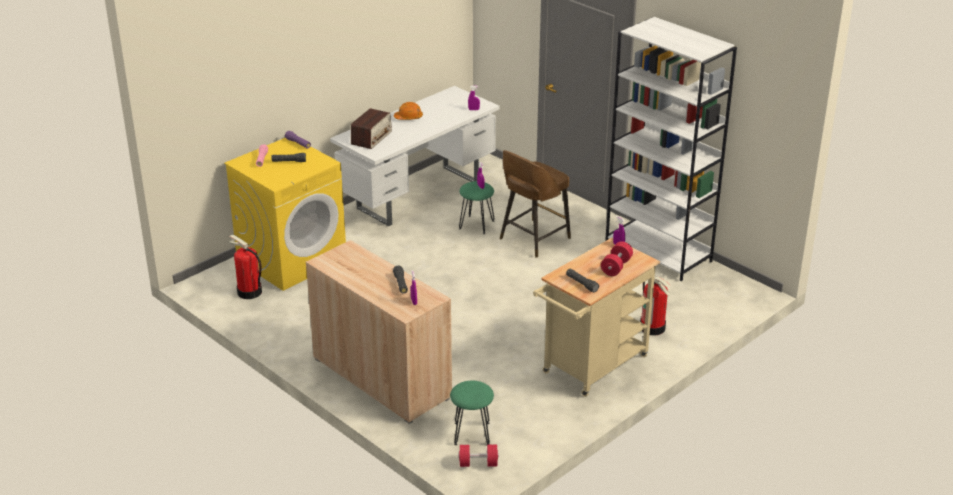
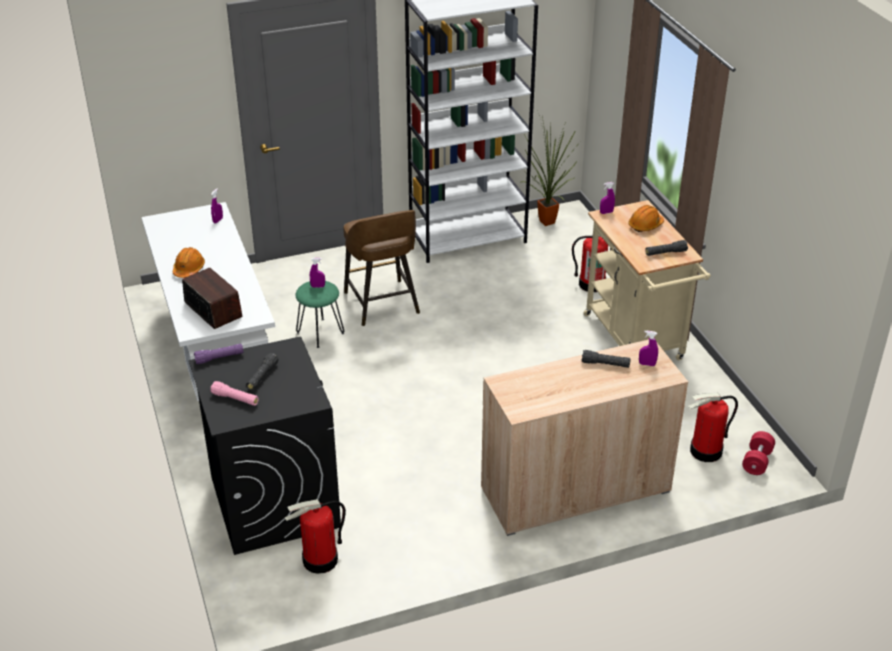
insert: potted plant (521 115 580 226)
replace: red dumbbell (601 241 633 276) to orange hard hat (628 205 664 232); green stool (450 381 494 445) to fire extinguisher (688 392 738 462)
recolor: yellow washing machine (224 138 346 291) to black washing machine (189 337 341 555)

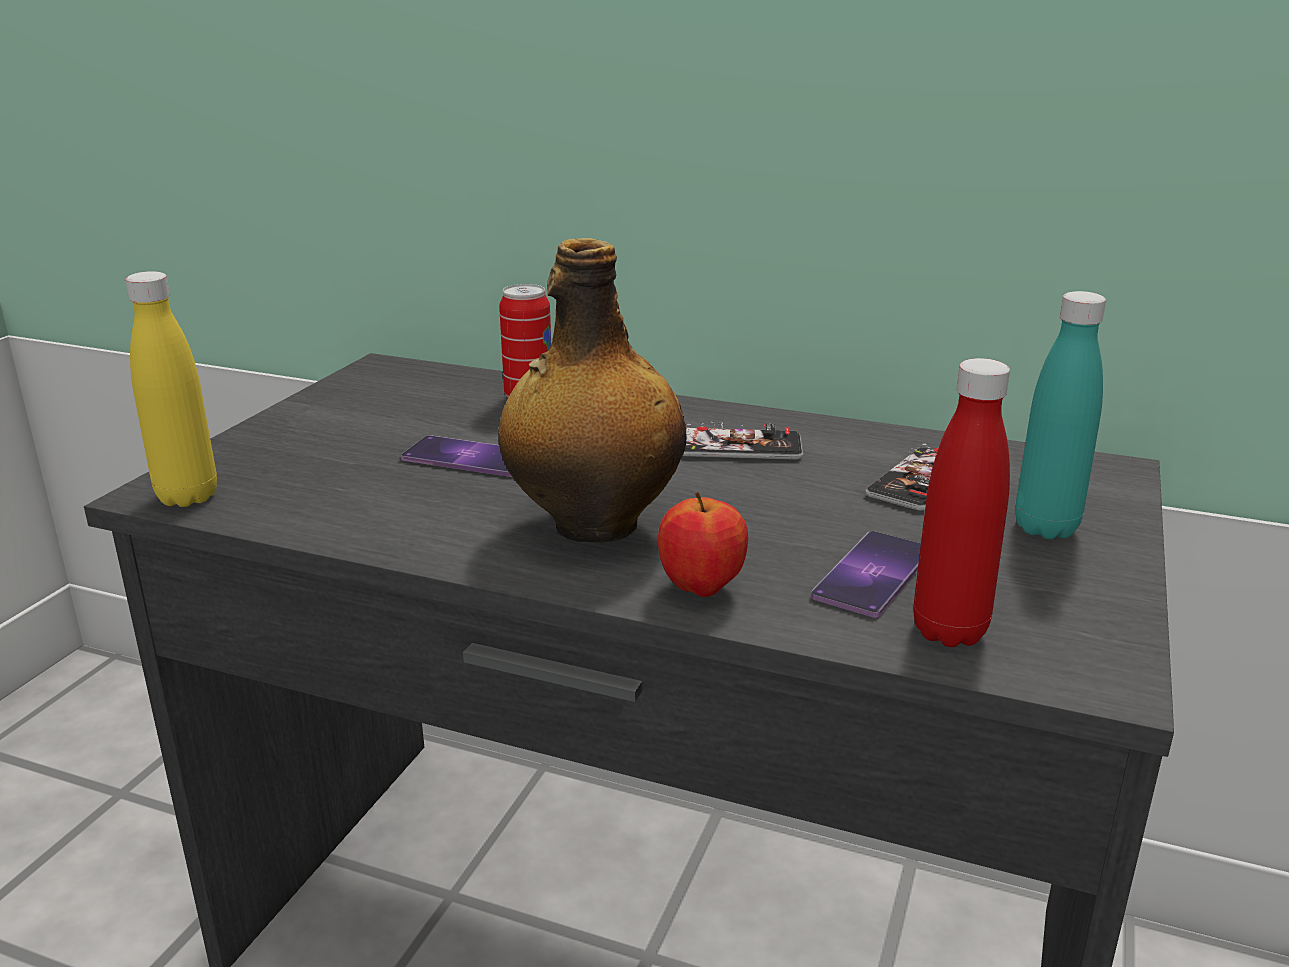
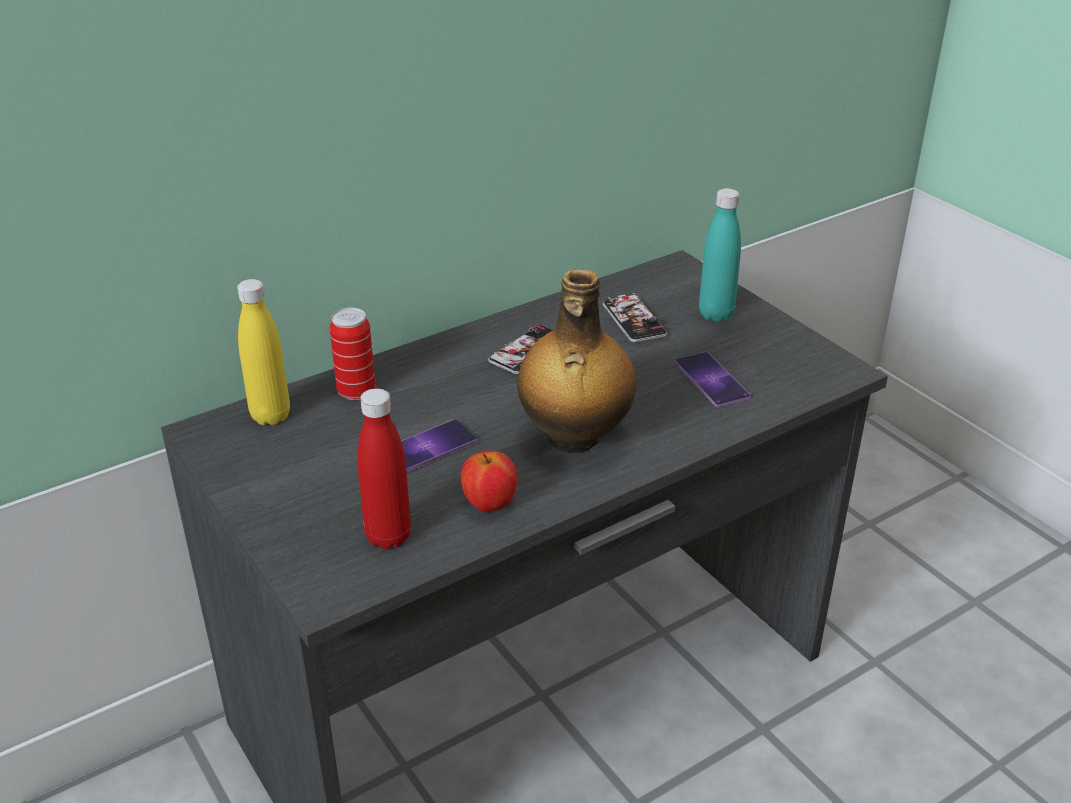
move: yellow bottle (125 271 217 507) to (237 279 290 425); red bottle (913 358 1010 647) to (357 388 411 549); apple (658 492 748 597) to (461 450 517 513)

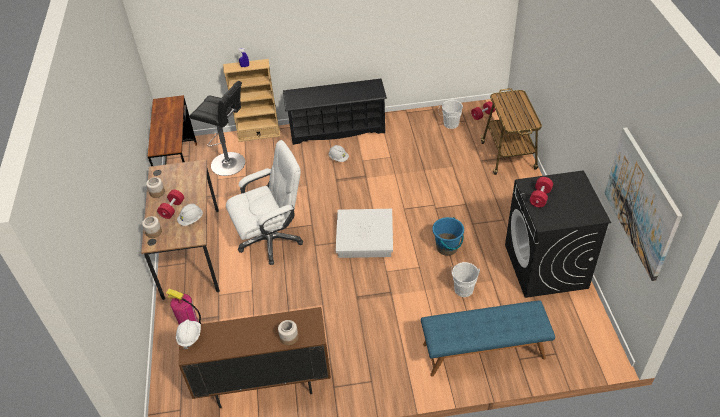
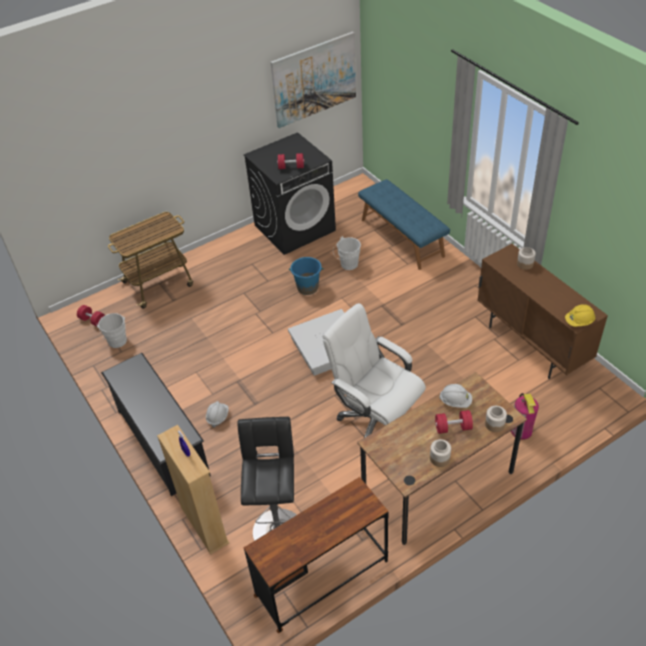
recolor: white hard hat (176 319 201 349) to yellow hard hat (565 305 595 327)

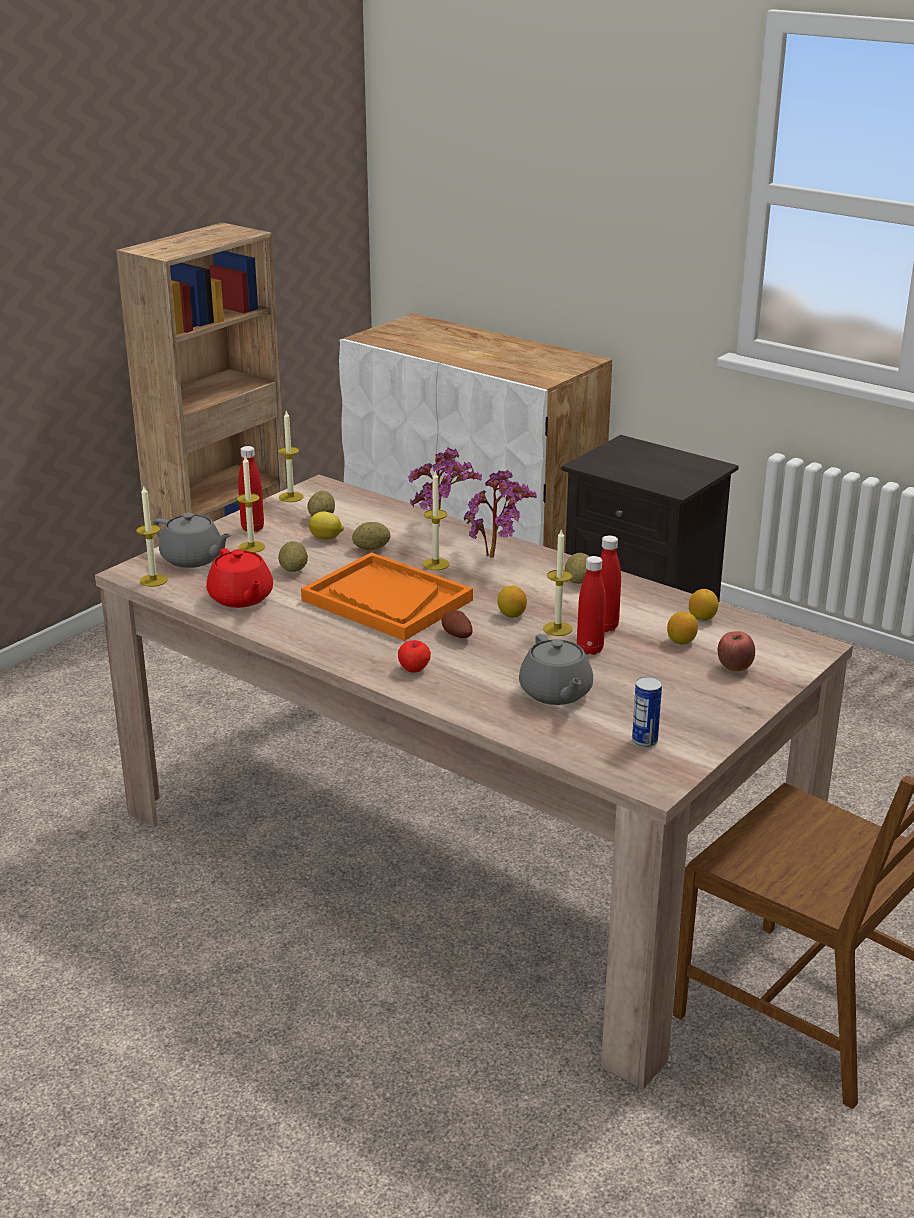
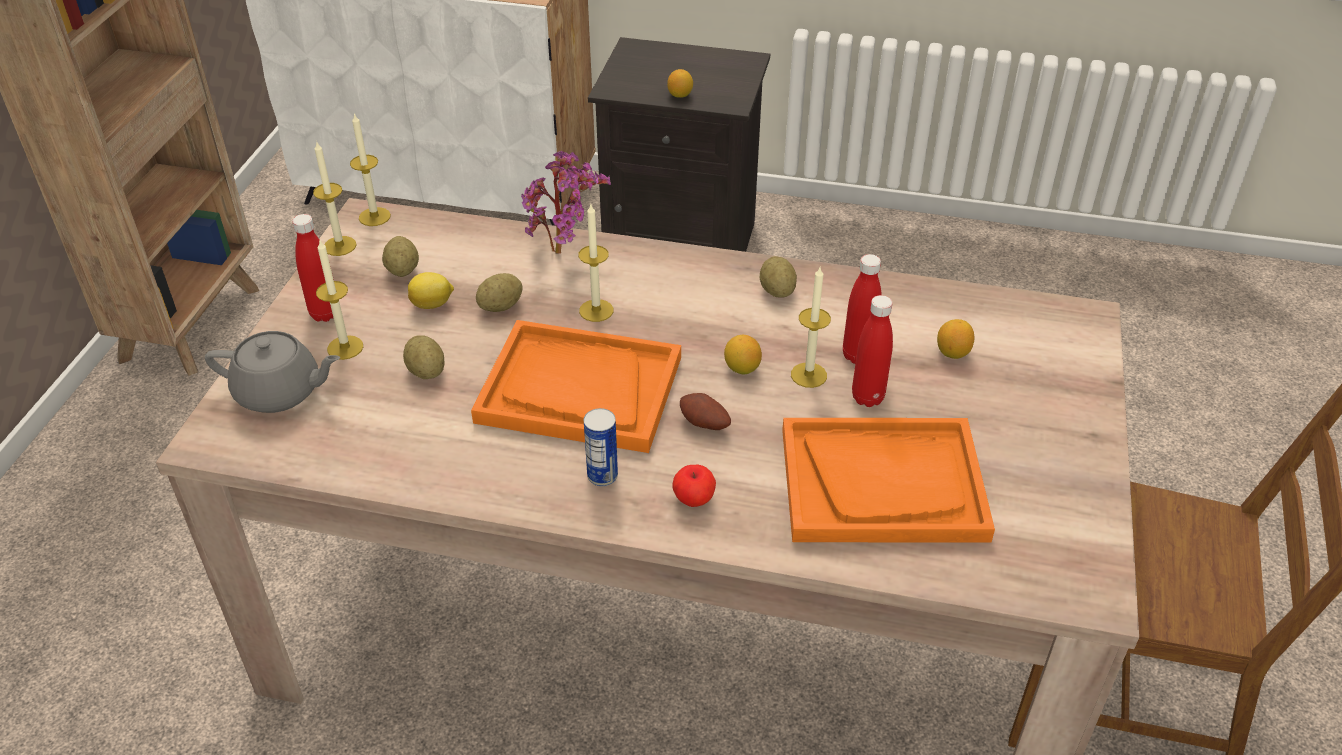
delete: red teapot (206 548 273 608); potted plant (464 470 537 557); apple (718 631 755 671)
move: candle (136 486 168 587) to (350 113 391 226); can (632 677 662 747) to (584 408 618 486); lemon (689 589 719 621) to (667 69 693 98)
replace: grey teapot (519 634 593 705) to orange tray (782 418 995 543)

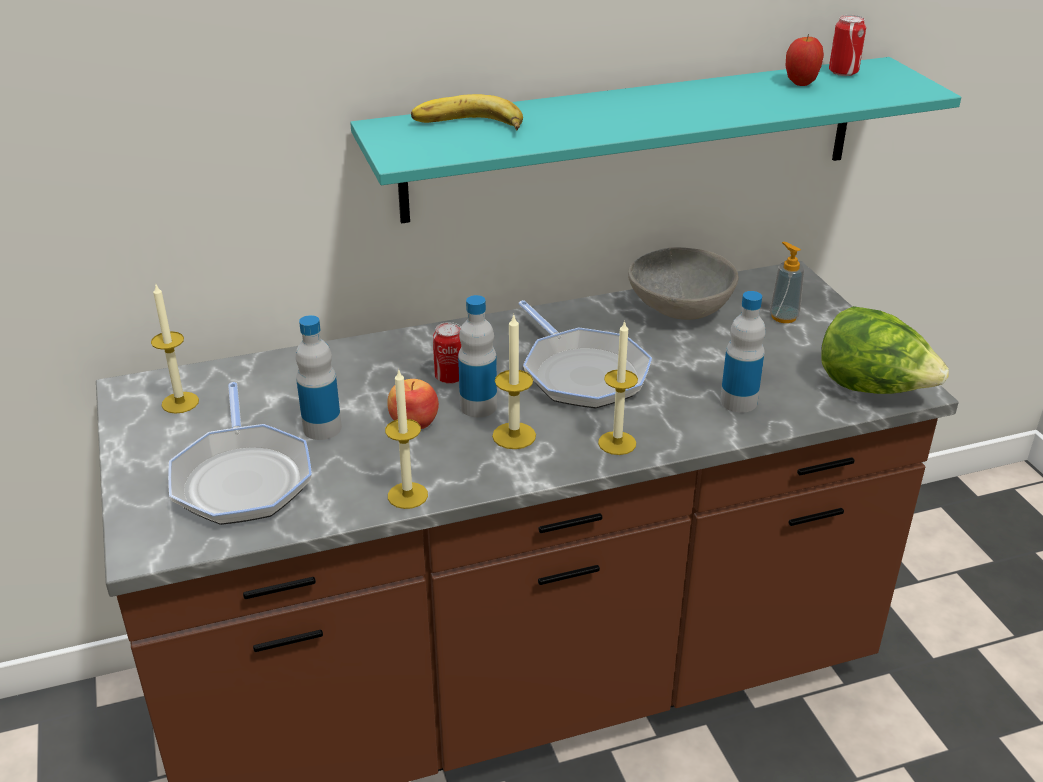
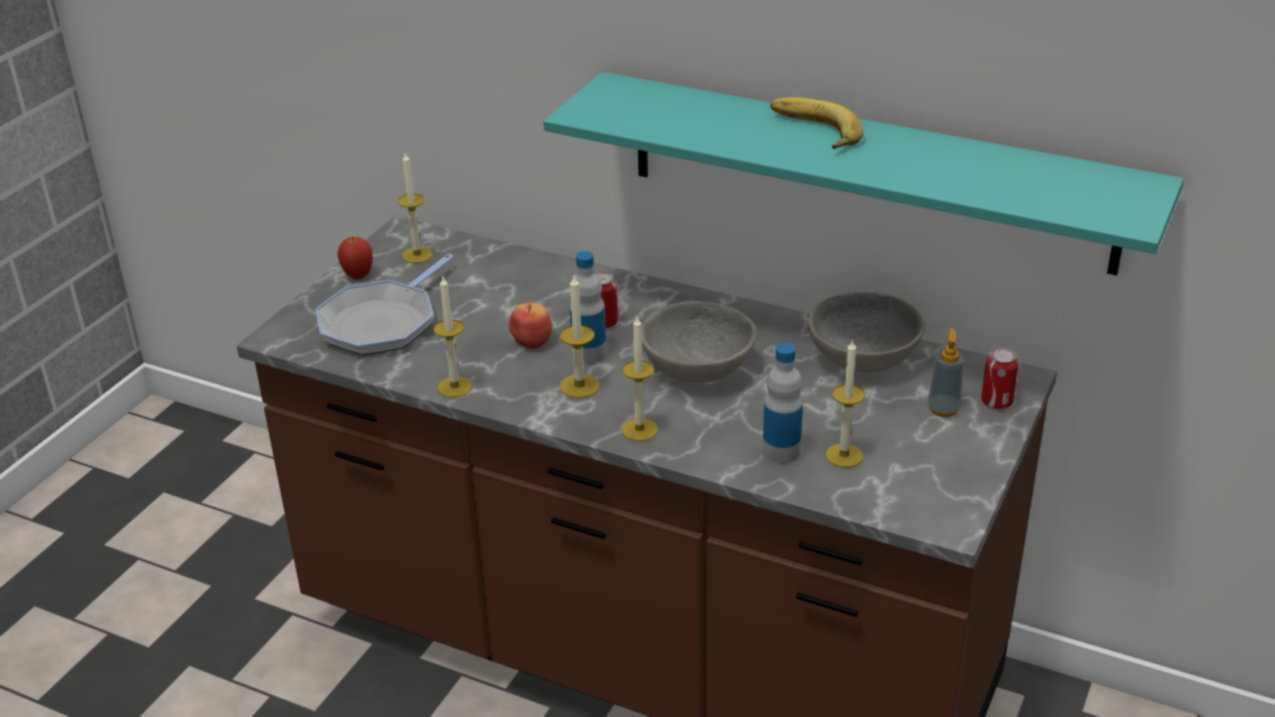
delete: bottle (295 315 342 440); lettuce (821 306 949 394)
insert: candle (825 339 865 468)
move: apple (785 34 824 86) to (337 236 373 279); banana (411 94 523 130) to (770 97 864 149); can (829 15 866 76) to (981 347 1019 409)
replace: frying pan (518 300 652 408) to grey bowl (641 301 756 383)

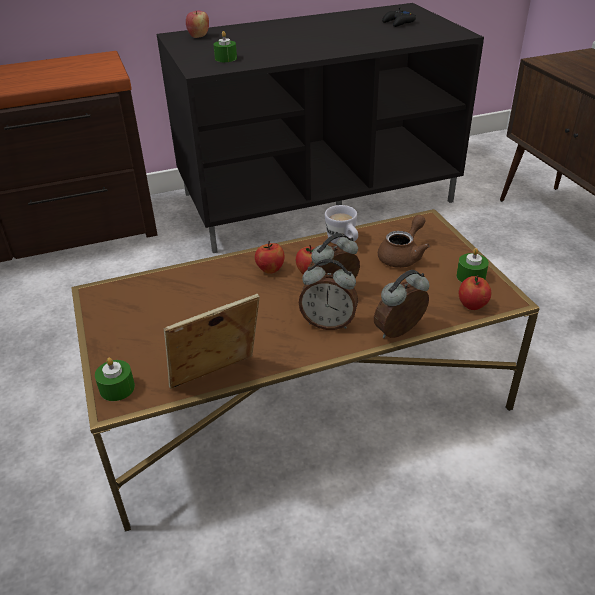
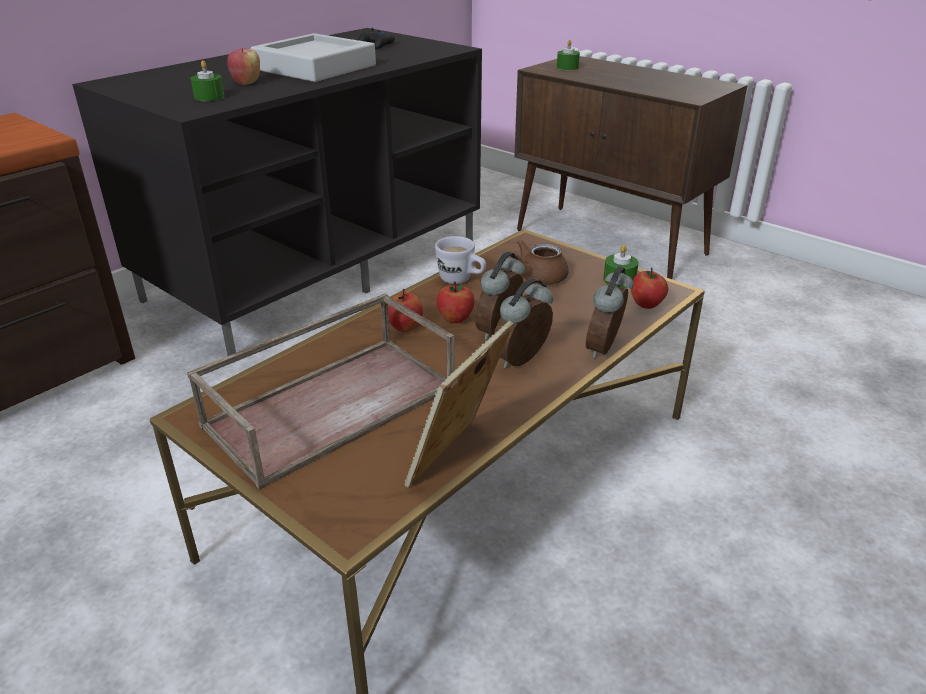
insert: brown tray (187 293 455 490); grey tray (251 33 376 82)
move: apple (186 11 209 38) to (227 48 260 85); green candle (95 358 135 401) to (557 40 580 70)
rotate: alarm clock (299 259 358 330) = (494 278 553 369) 150 degrees clockwise; brown teapot (378 215 430 268) = (508 240 569 284) 135 degrees counterclockwise

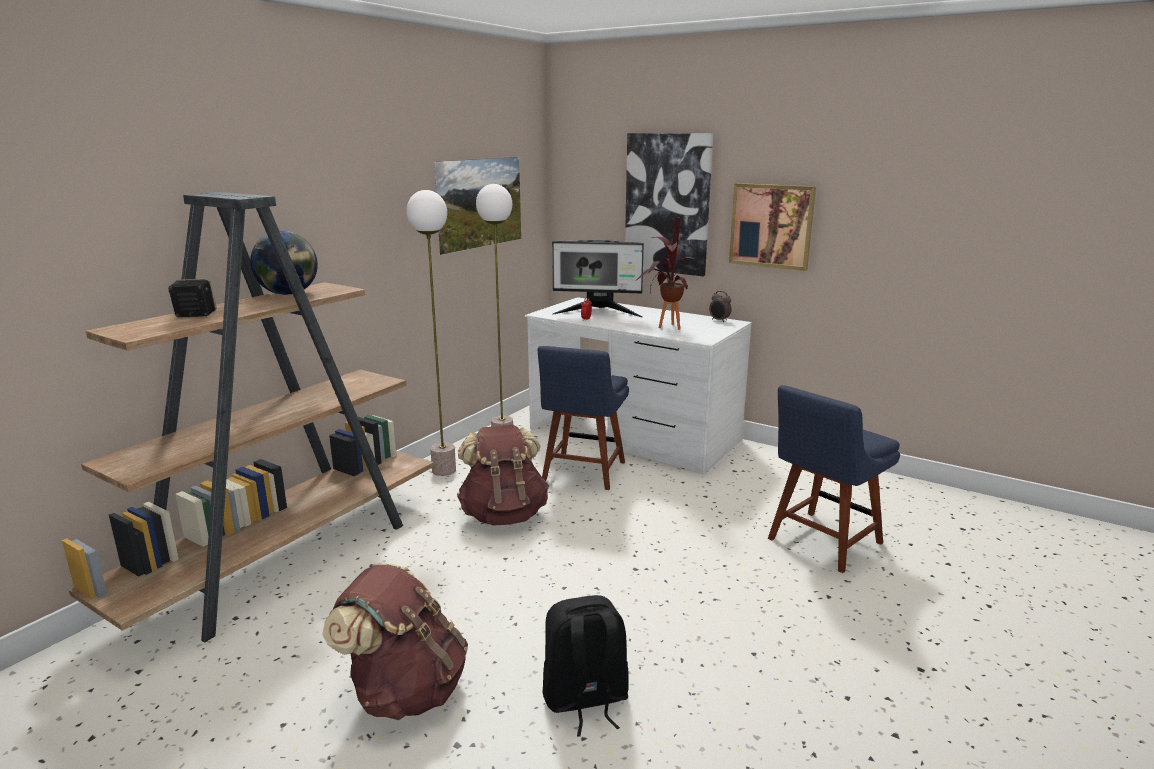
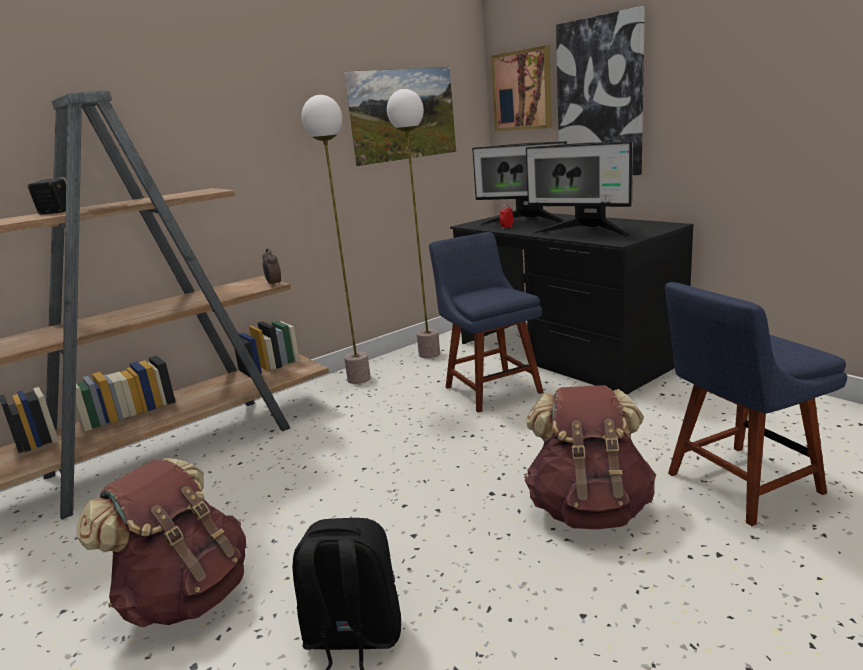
delete: globe (250 231 318 295)
move: alarm clock (709 291 732 322) to (262 248 281 287); picture (729 183 816 271) to (491 45 552 131); brown backpack (457 425 549 526) to (524 385 656 529)
replace: potted plant (635 217 695 330) to monitor (526 141 633 238)
recolor: white desk (525 297 752 474) to black desk (450 213 694 395)
rotate: blue chair (538 346 629 490) = (429 232 544 413) 120 degrees clockwise

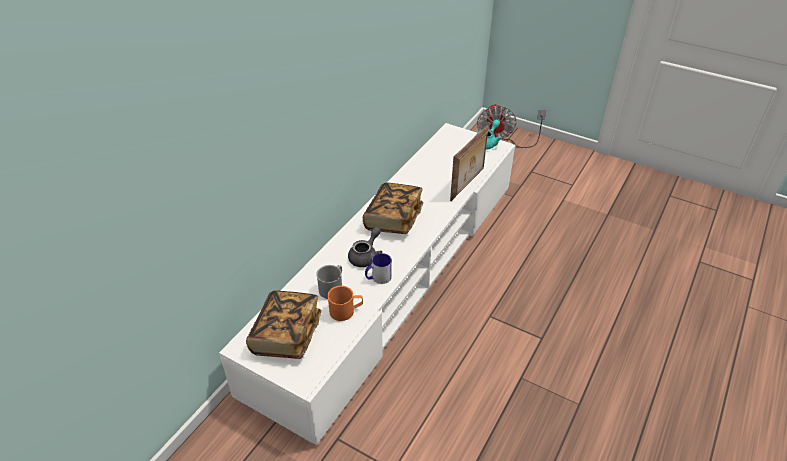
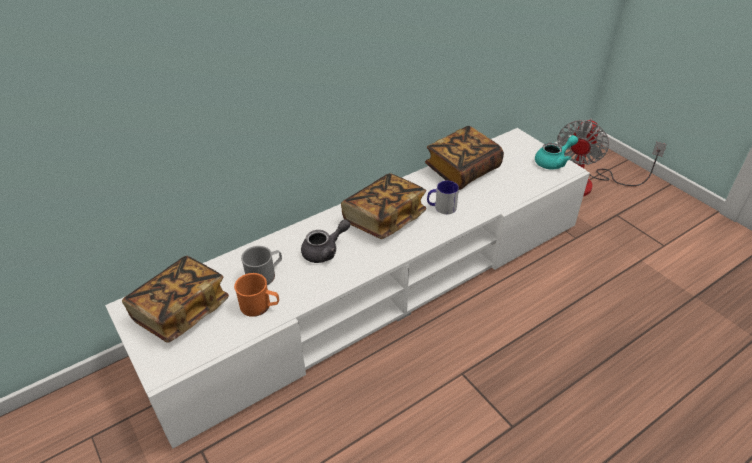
delete: picture frame (450 125 489 201)
insert: book (425 126 504 190)
move: mug (365 253 392 284) to (427 181 459 214)

